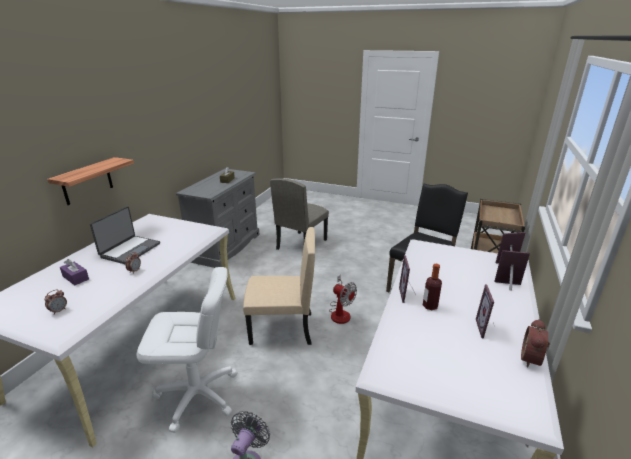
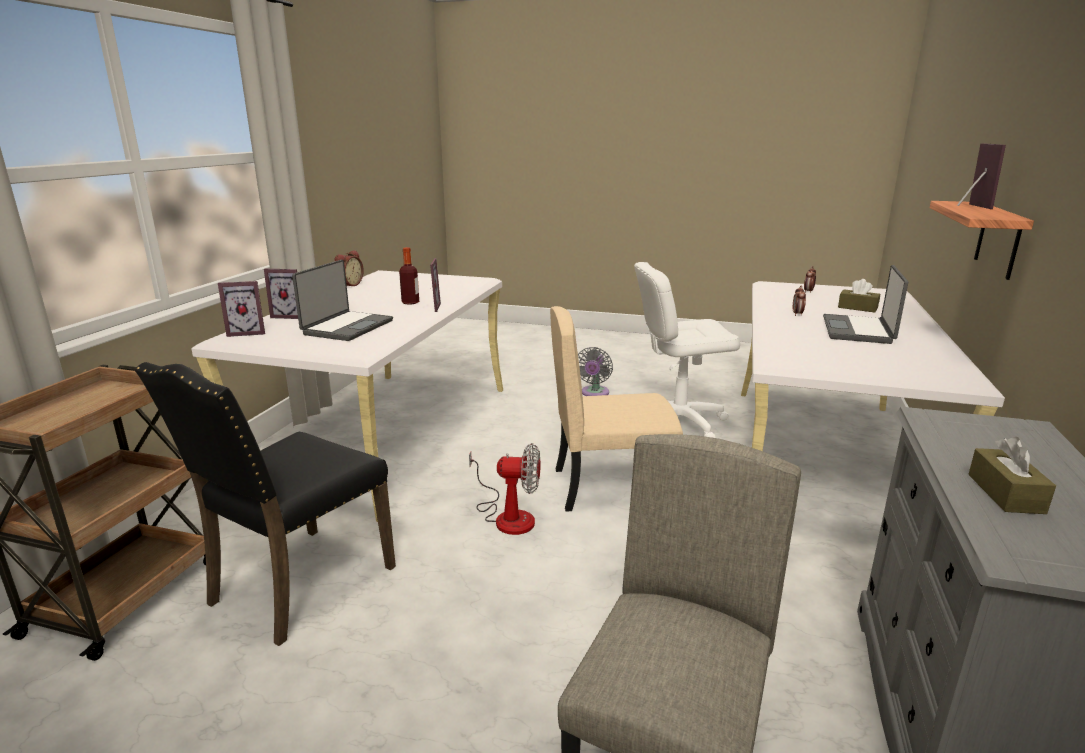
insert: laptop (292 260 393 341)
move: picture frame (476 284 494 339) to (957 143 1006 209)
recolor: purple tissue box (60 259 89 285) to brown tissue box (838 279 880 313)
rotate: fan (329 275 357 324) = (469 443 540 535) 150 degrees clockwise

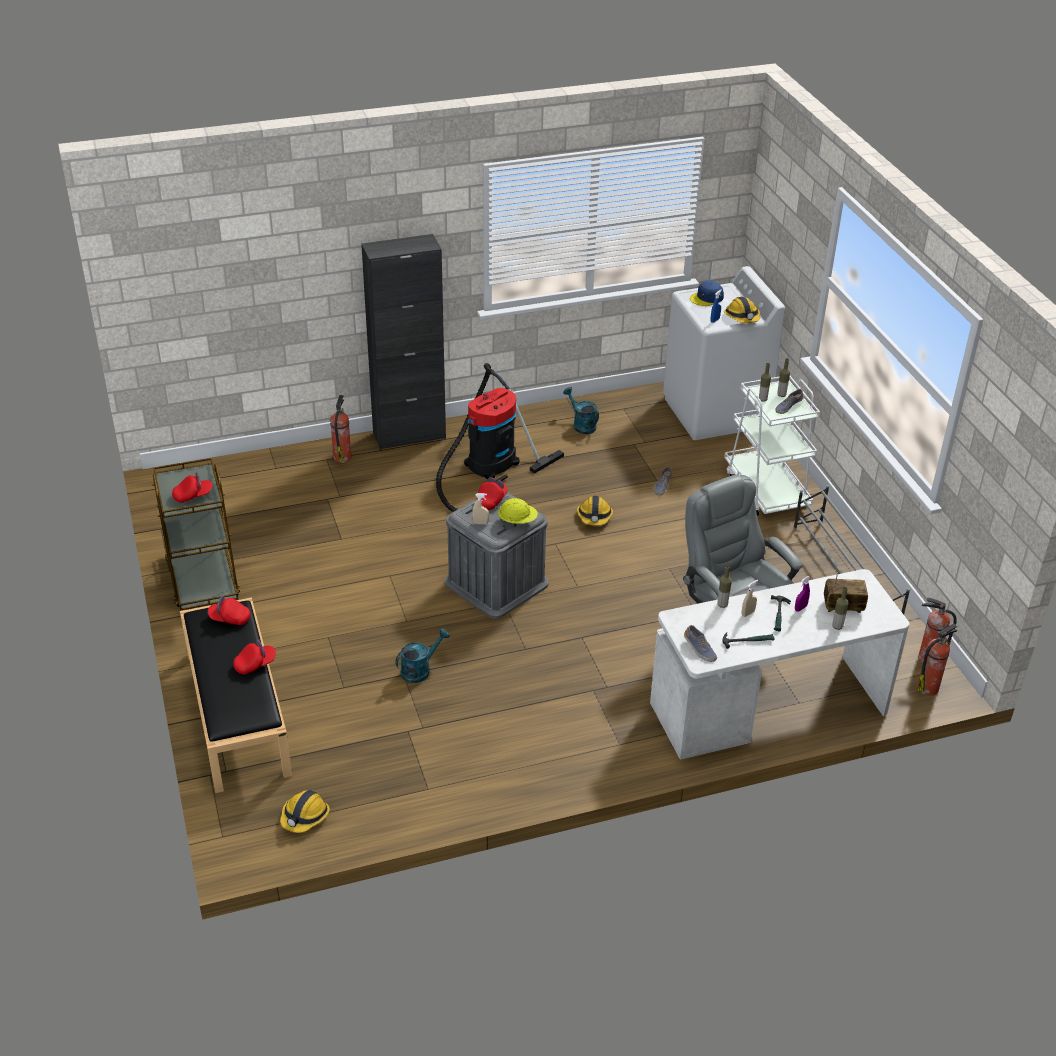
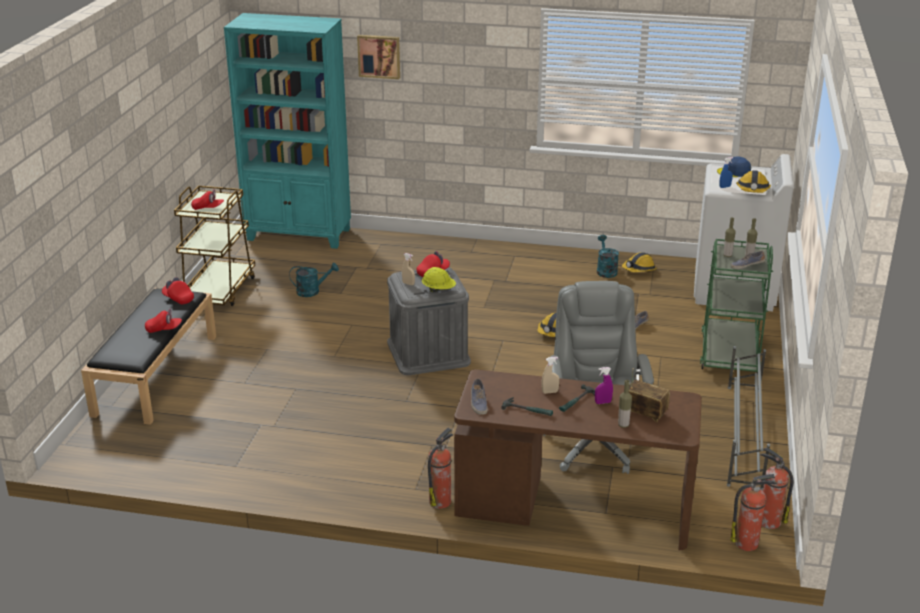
delete: black cabinet (361 234 446 450); vacuum cleaner (436 363 564 512); bottle (717 565 732 608)
insert: turquoise bookcase (224 13 351 249); picture (357 35 400 79)
move: turquoise watering can (395 628 450 683) to (289 263 339 297); fire extinguisher (330 395 351 463) to (428 428 453 509); hard hat (280 790 330 833) to (622 252 657 272)
recolor: white desk (650 569 910 760) to brown desk (454 369 702 550); white cart (724 376 820 516) to green cart (700 239 773 373)

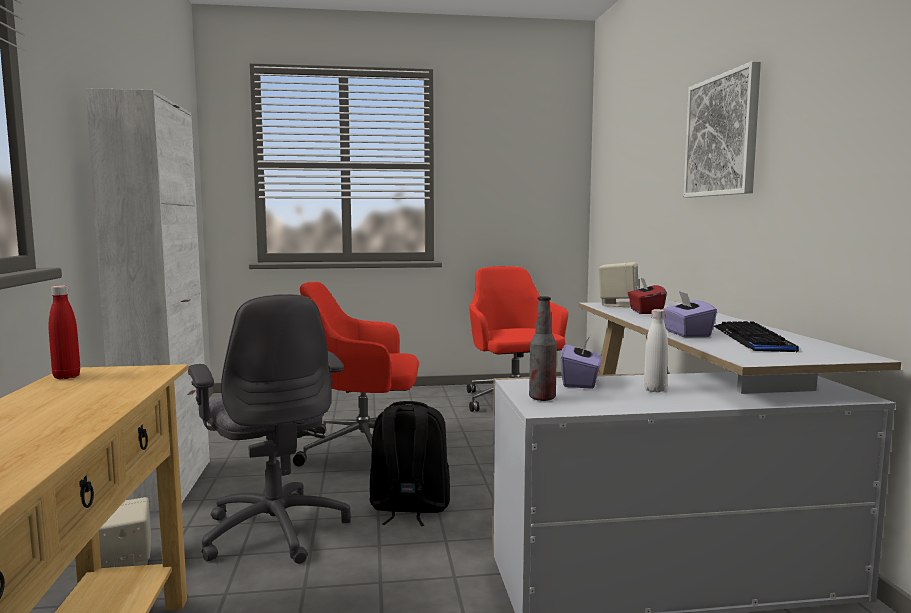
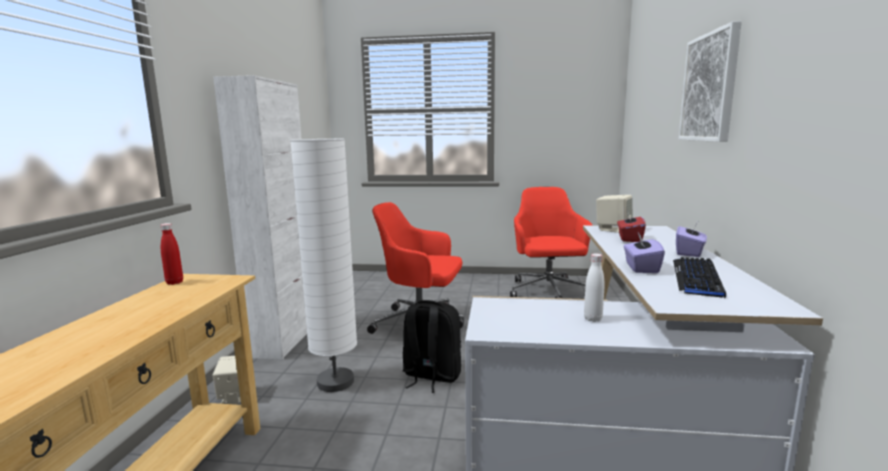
delete: bottle (529 296 557 401)
move: purple tissue box (560 336 602 389) to (676 222 707 257)
replace: grey office chair (188 294 351 564) to white floor lamp (290 139 357 392)

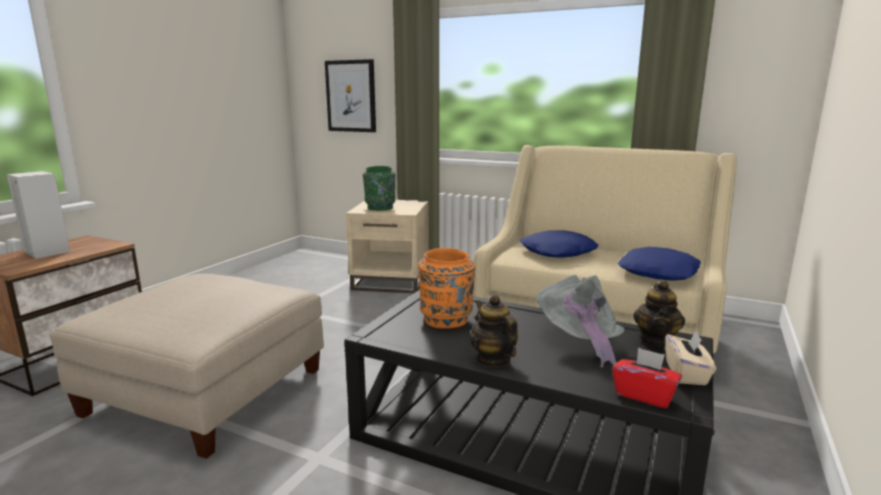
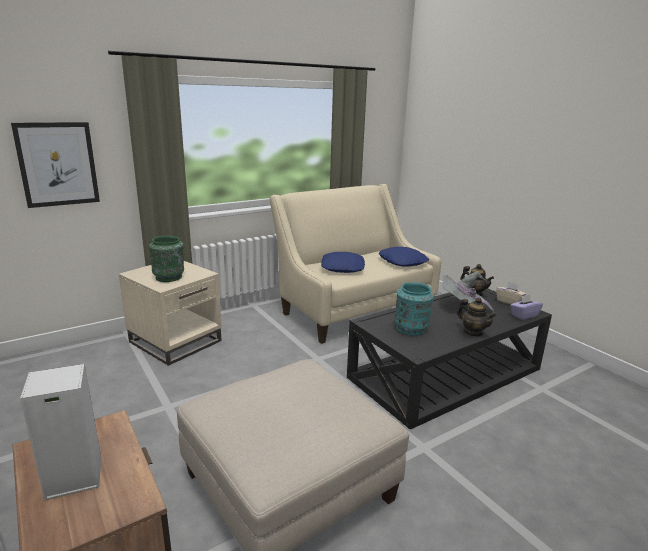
recolor: orange vase (418 248 475 329) to turquoise vase (395 282 434 336); red tissue box (612 347 682 408) to purple tissue box (510 294 543 320)
rotate: teapot (470 295 518 367) = (457 297 496 336) 135 degrees counterclockwise

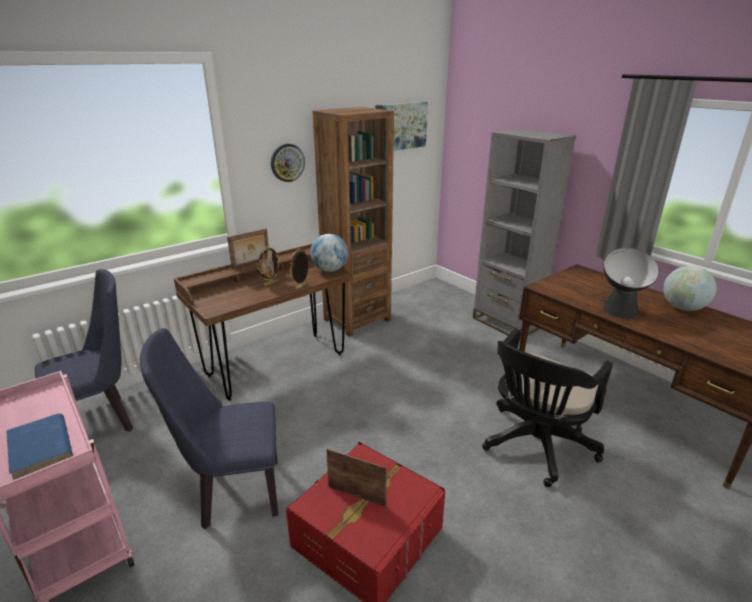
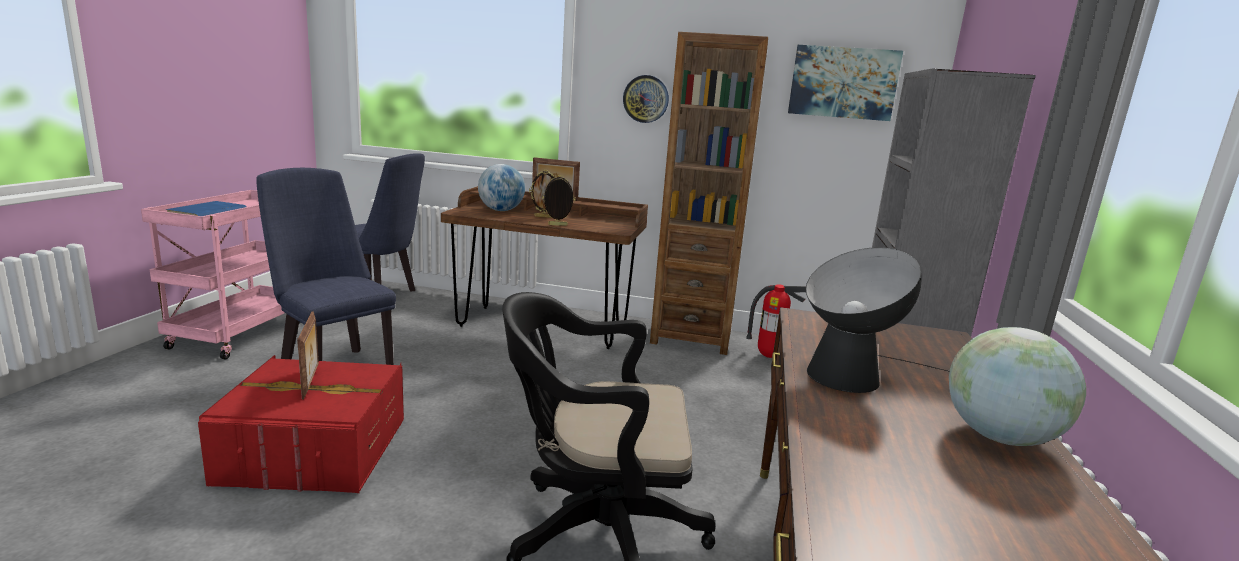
insert: fire extinguisher (746 285 806 358)
move: globe (310 234 348 272) to (478 164 525 211)

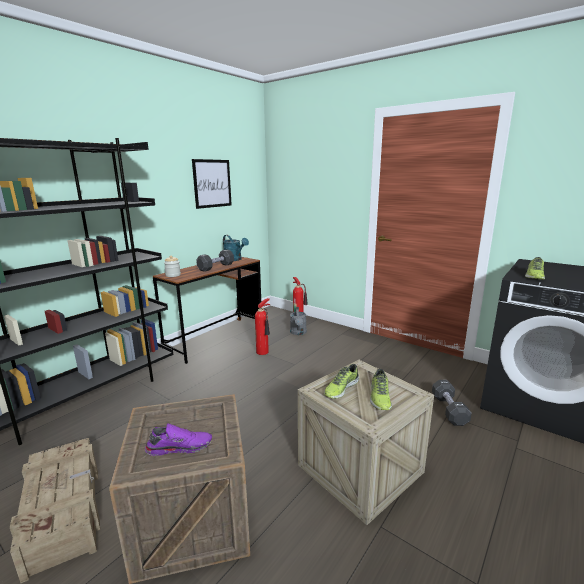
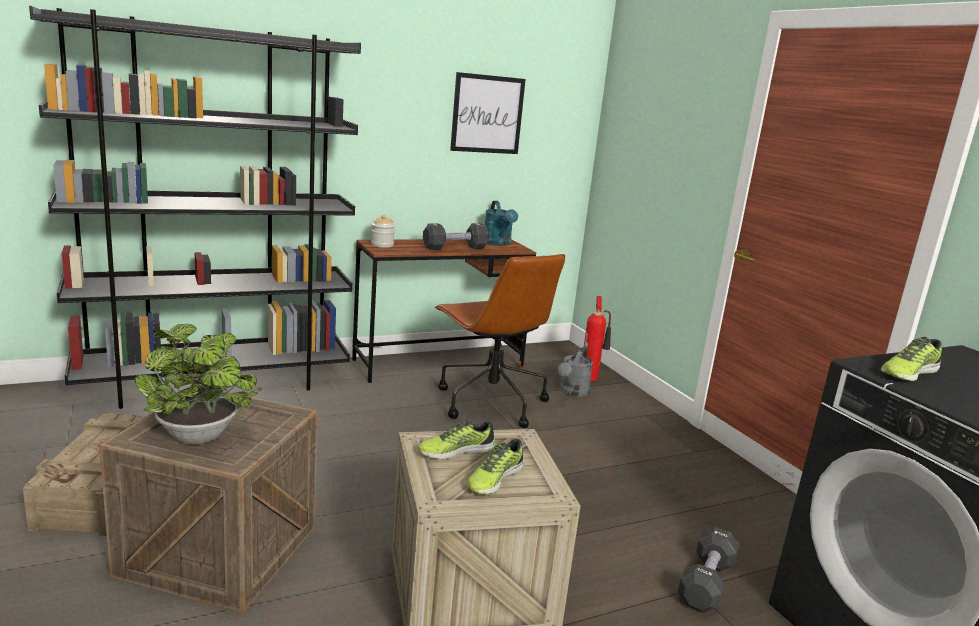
replace: purple shoe (145 424 212 456) to potted plant (135 324 261 444); fire extinguisher (255 298 270 355) to brown office chair (435 254 565 428)

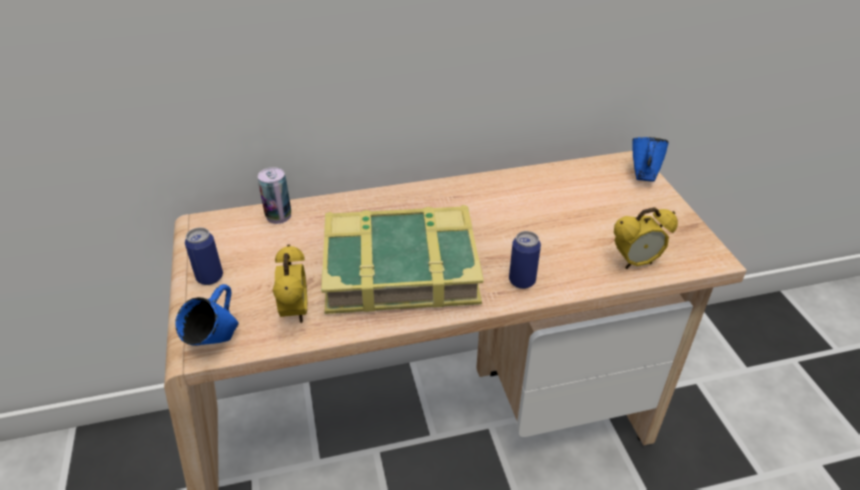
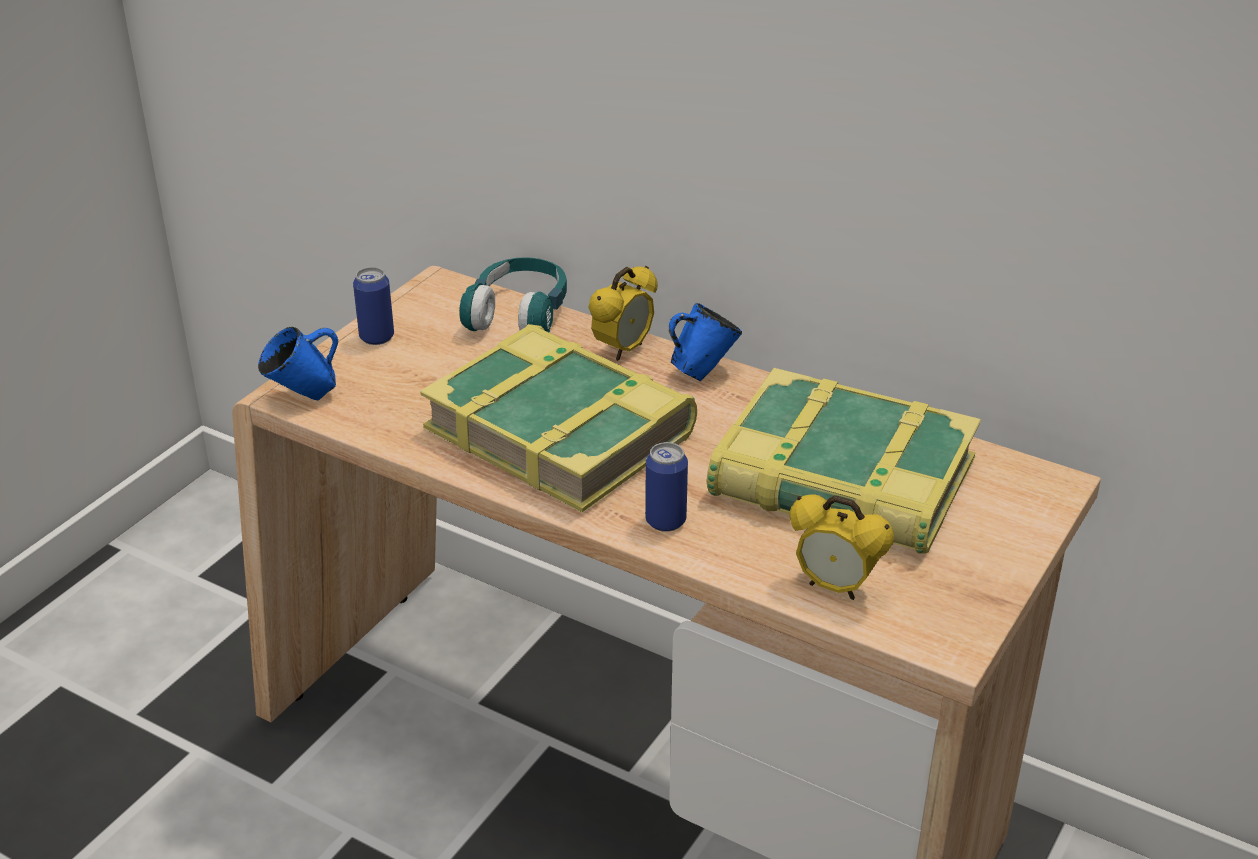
insert: book (707 368 981 554)
move: alarm clock (273 245 307 323) to (588 266 658 361); blue mug (632 137 668 182) to (669 303 742 381)
replace: can (258 167 291 224) to turquoise headphones (459 257 567 333)

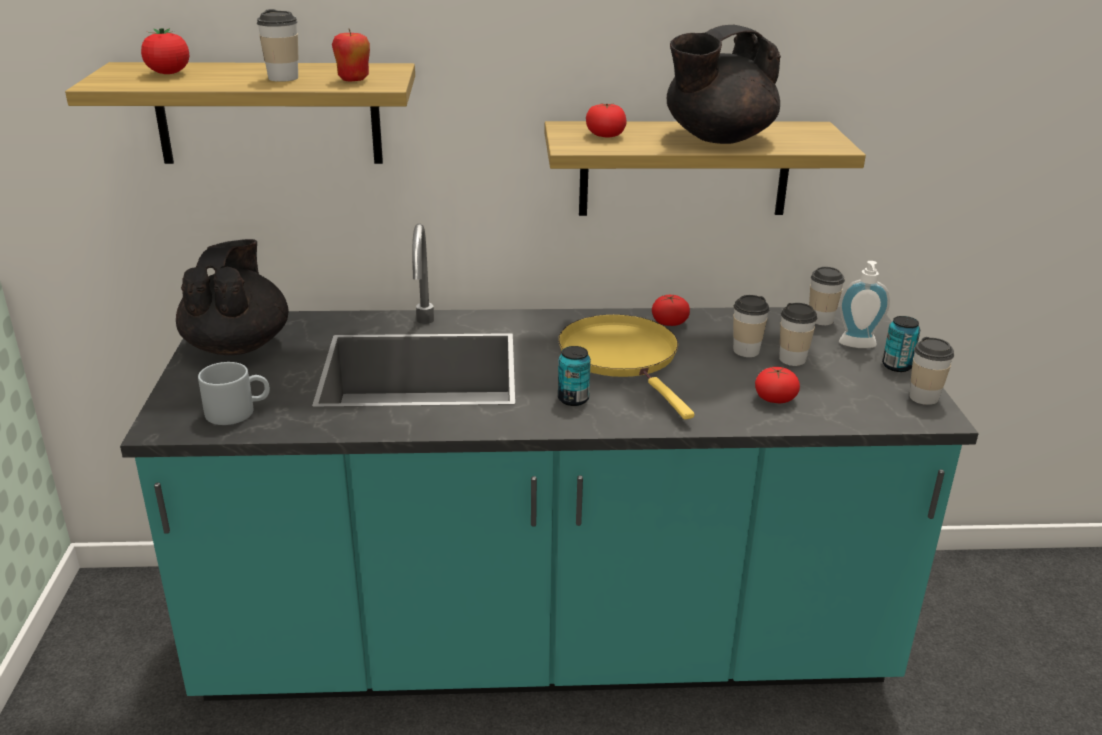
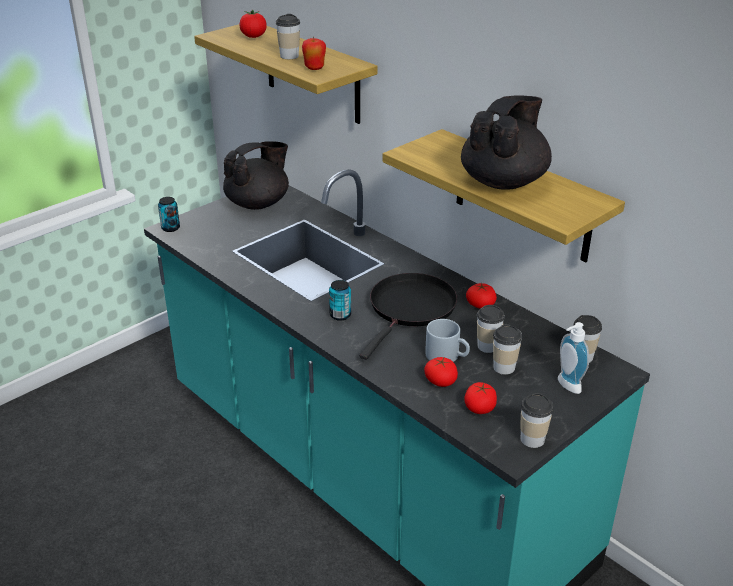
move: can (882 316 920 372) to (158 197 180 232); grey mug (198 362 270 425) to (425 319 470 362); tomato (586 103 627 137) to (464 382 497 414)
recolor: yellow frying pan (558 314 694 420) to black frying pan (360 273 457 360)
rotate: black teapot (667 25 781 144) = (461 95 552 190) 105 degrees clockwise

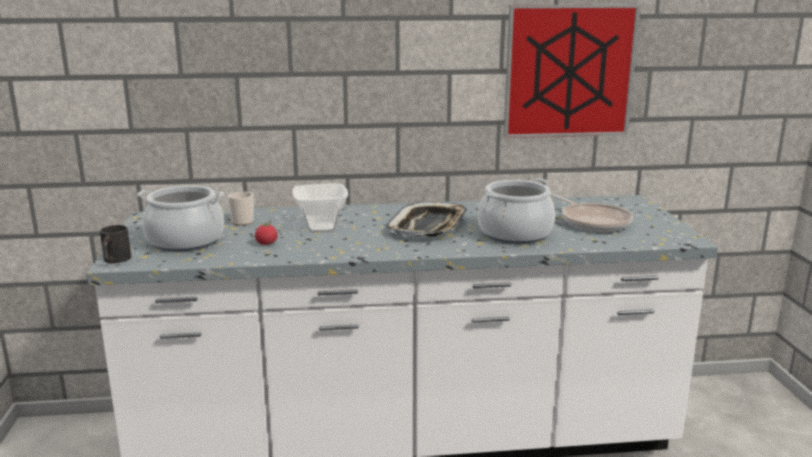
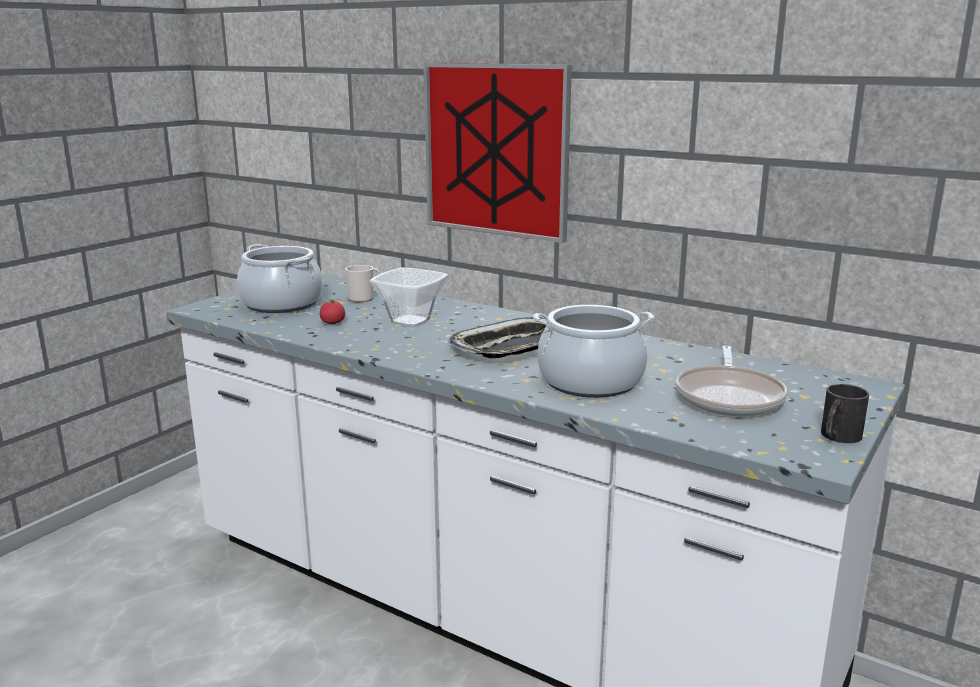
move: picture (504 4 641 138) to (423 63 572 243); black mug (100 225 131 263) to (821 384 869 443)

